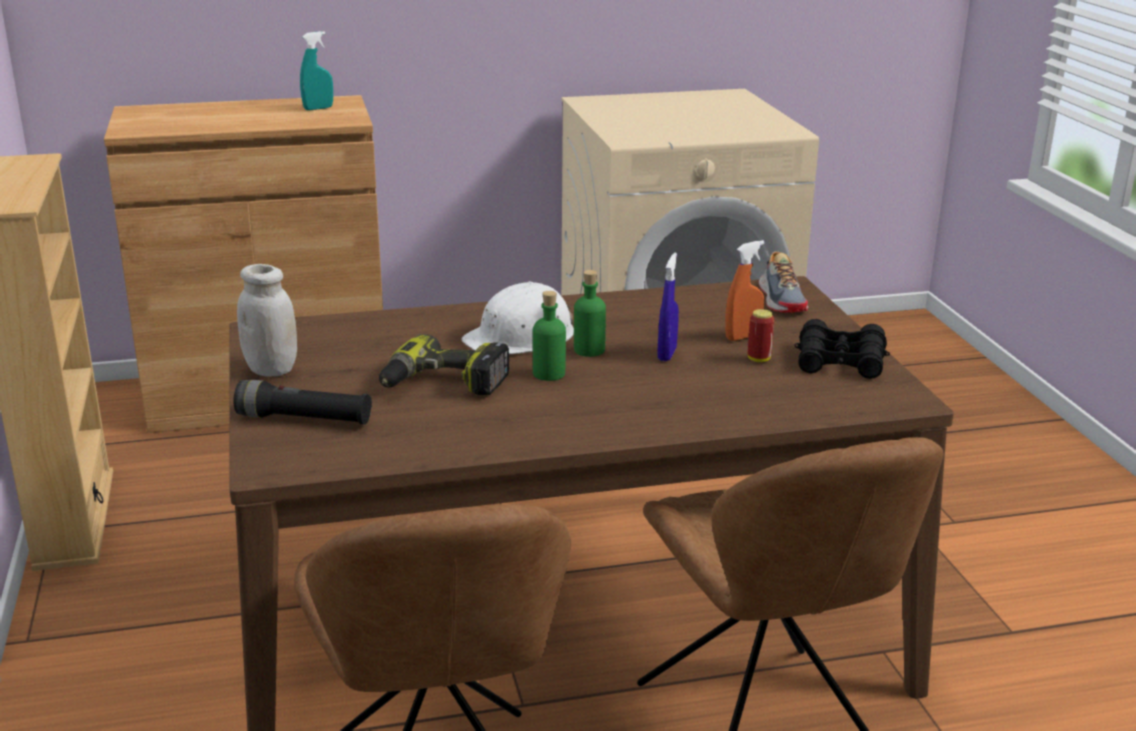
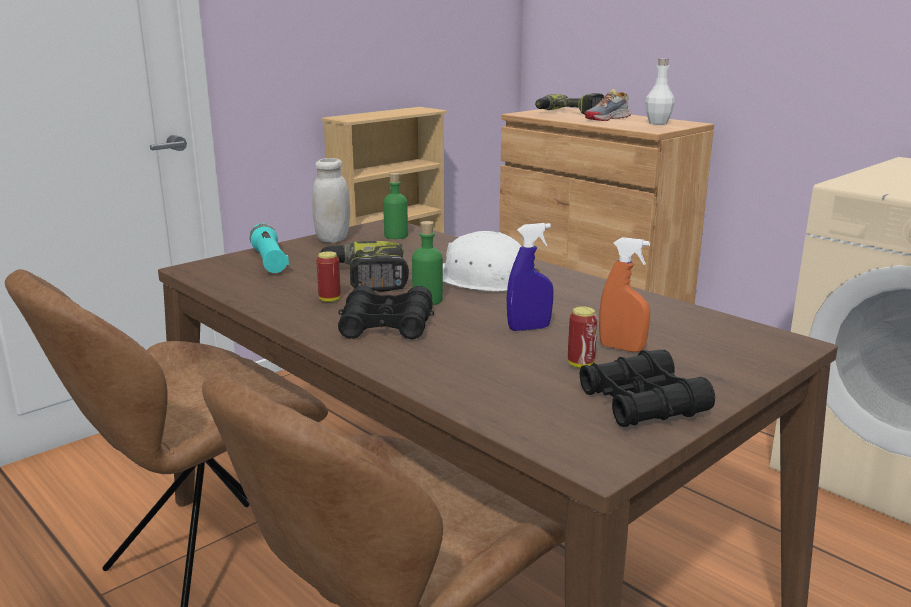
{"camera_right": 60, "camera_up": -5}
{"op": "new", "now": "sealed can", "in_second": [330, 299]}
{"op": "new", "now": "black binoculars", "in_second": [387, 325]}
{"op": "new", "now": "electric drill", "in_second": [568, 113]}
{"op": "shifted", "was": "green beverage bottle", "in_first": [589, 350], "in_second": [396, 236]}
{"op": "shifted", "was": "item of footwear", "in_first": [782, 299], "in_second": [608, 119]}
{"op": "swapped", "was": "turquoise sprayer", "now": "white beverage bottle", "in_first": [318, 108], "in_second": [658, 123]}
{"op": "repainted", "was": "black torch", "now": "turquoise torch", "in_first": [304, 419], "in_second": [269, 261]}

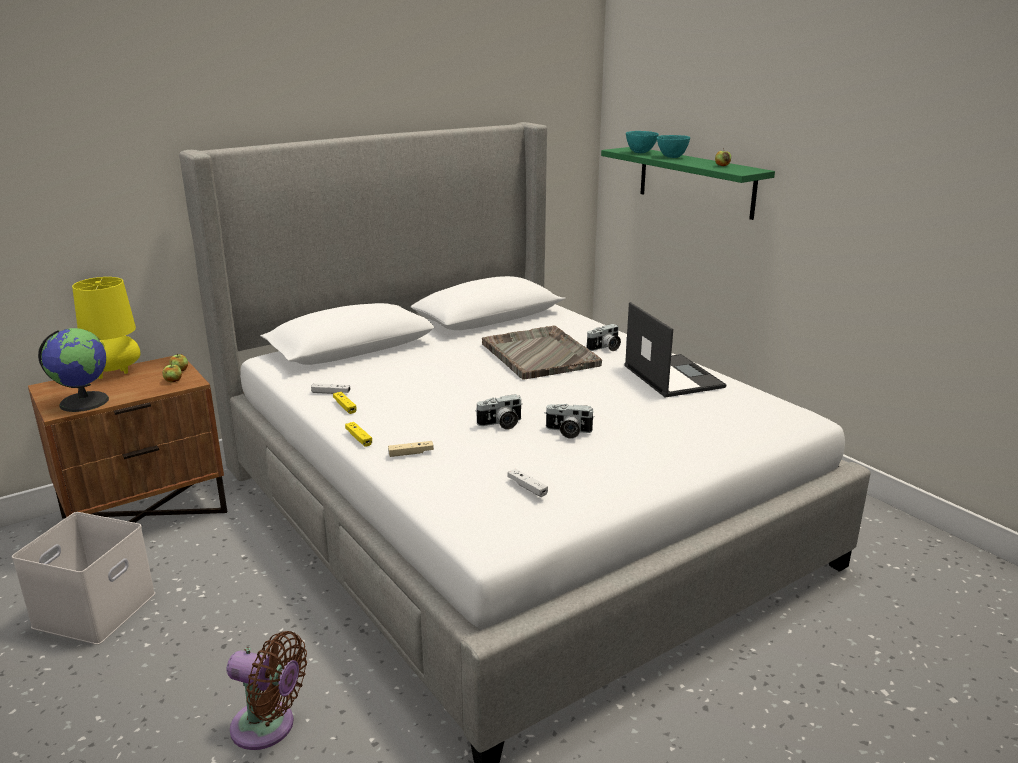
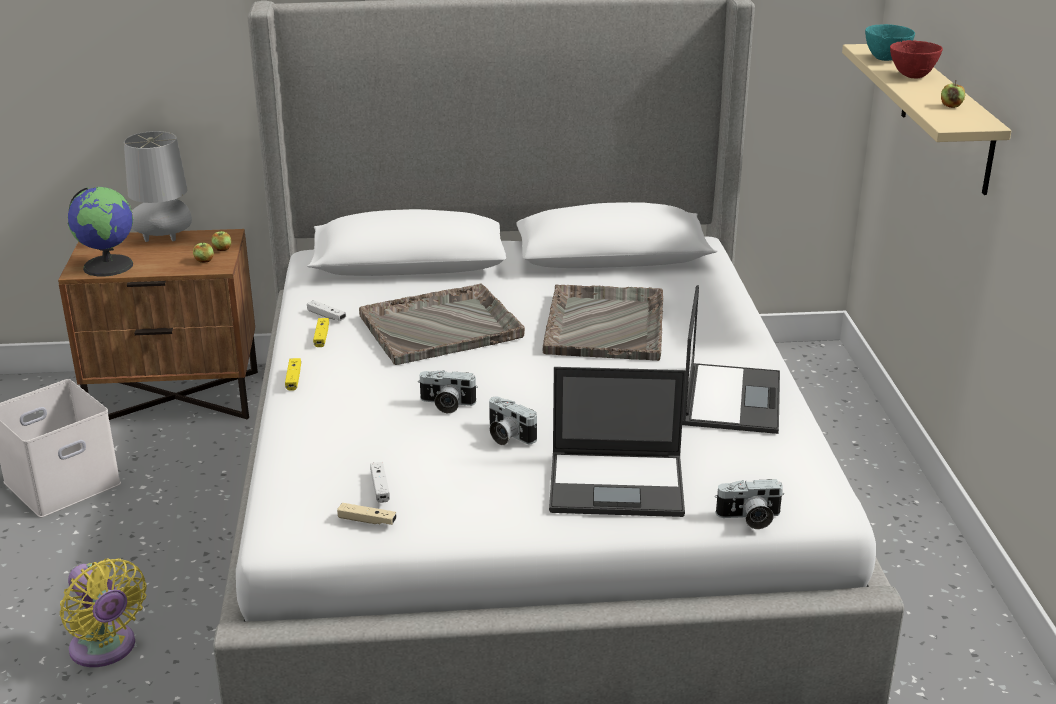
{"camera_right": 30, "camera_up": 5}
{"op": "new", "now": "greyish serving tray", "in_second": [442, 327]}
{"op": "new", "now": "notebook computer", "in_second": [618, 484]}
{"op": "shifted", "was": "beige gamepad", "in_first": [411, 453], "in_second": [367, 520]}
{"op": "shifted", "was": "still camera", "in_first": [605, 348], "in_second": [749, 518]}
{"op": "repainted", "was": "yellow-coloured lamp for a table", "now": "greyish lamp for a table", "in_first": [116, 373], "in_second": [164, 239]}
{"op": "repainted", "was": "brown electric fan", "now": "yellow-coloured electric fan", "in_first": [268, 727], "in_second": [106, 649]}
{"op": "repainted", "was": "green bracket shelf", "now": "beige bracket shelf", "in_first": [695, 182], "in_second": [947, 117]}
{"op": "repainted", "was": "turquoise deep dish", "now": "red deep dish", "in_first": [672, 157], "in_second": [912, 76]}

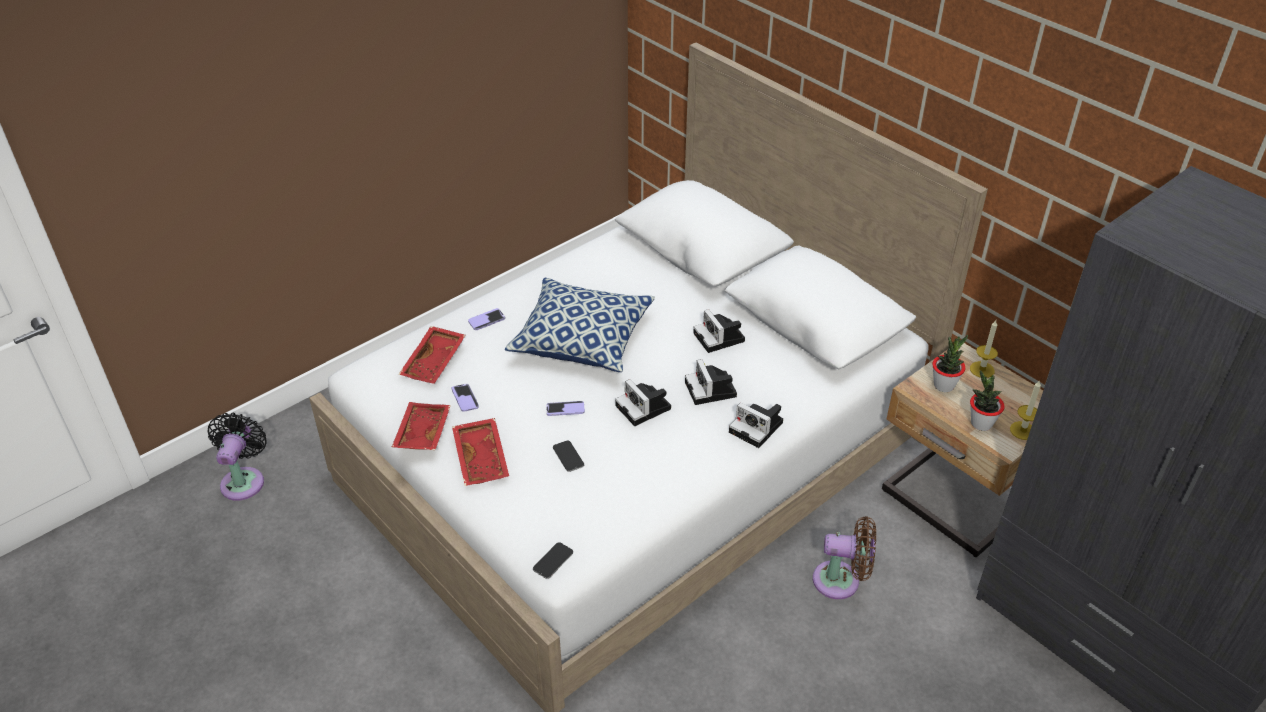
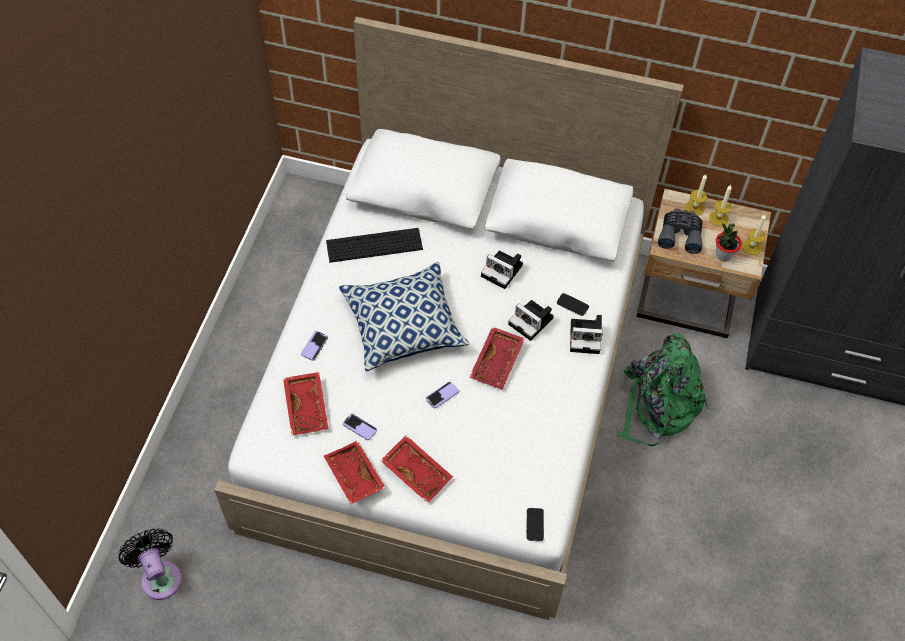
{"camera_right": -35, "camera_up": 15}
{"op": "new", "now": "PC keyboard", "in_second": [374, 245]}
{"op": "new", "now": "wax light", "in_second": [718, 218]}
{"op": "shifted", "was": "telephone", "in_first": [568, 457], "in_second": [572, 305]}
{"op": "swapped", "was": "still camera", "now": "red serving tray", "in_first": [645, 408], "in_second": [498, 363]}
{"op": "swapped", "was": "brown electric fan", "now": "green knapsack", "in_first": [841, 581], "in_second": [658, 404]}
{"op": "swapped", "was": "houseplant", "now": "greyish binoculars", "in_first": [944, 385], "in_second": [680, 234]}

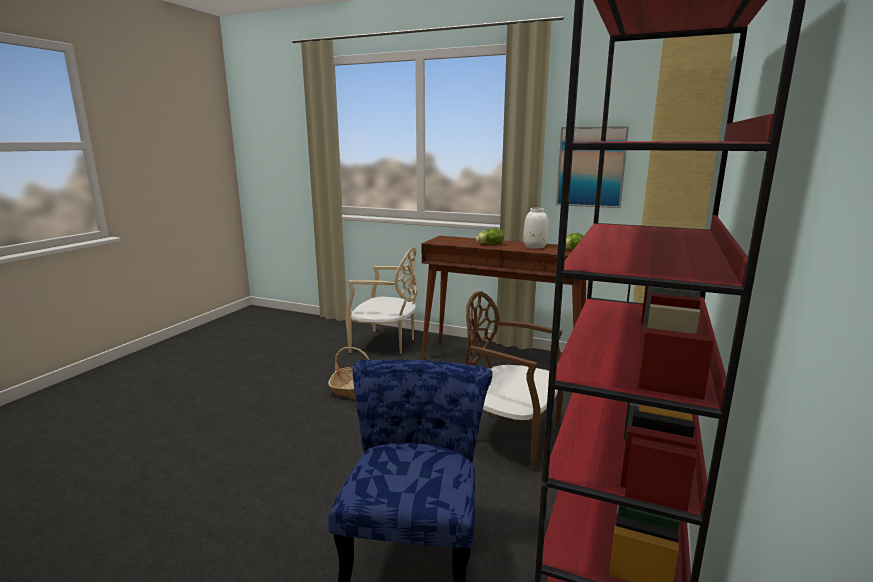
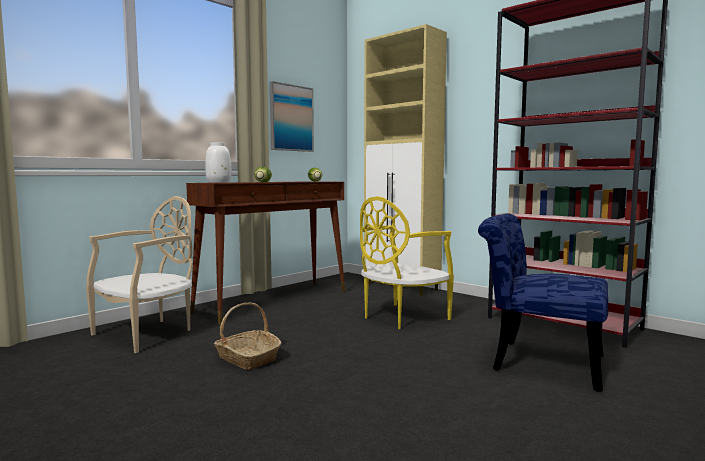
{"camera_right": -70, "camera_up": -10}
{"op": "shifted", "was": "white flower vase", "in_first": [535, 246], "in_second": [218, 182]}
{"op": "repainted", "was": "brown chair", "now": "yellow-coloured chair", "in_first": [511, 436], "in_second": [401, 317]}

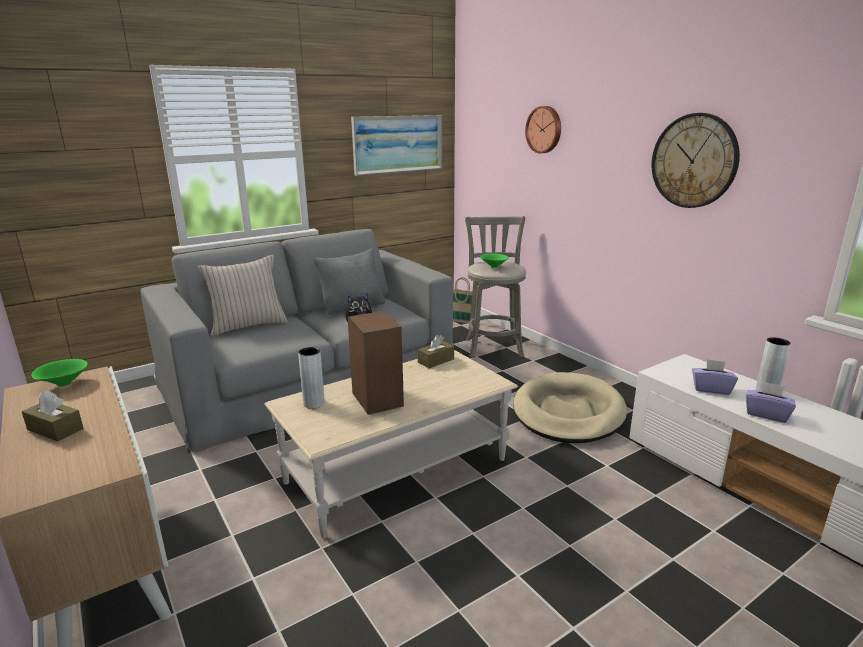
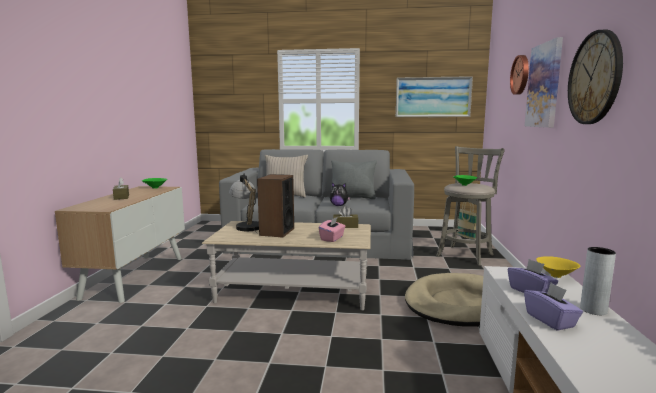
{"camera_right": 40, "camera_up": -10}
{"op": "new", "now": "pink tissue box", "in_second": [332, 238]}
{"op": "new", "now": "wall picture", "in_second": [544, 85]}
{"op": "new", "now": "yellow-coloured deep dish", "in_second": [555, 276]}
{"op": "swapped", "was": "greyish flower vase", "now": "lamp for a table", "in_first": [314, 403], "in_second": [247, 226]}

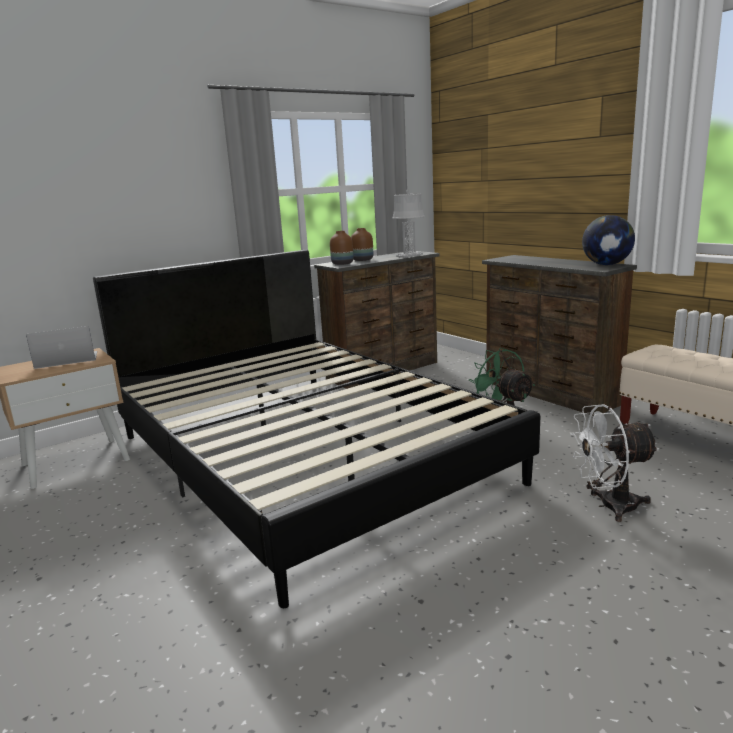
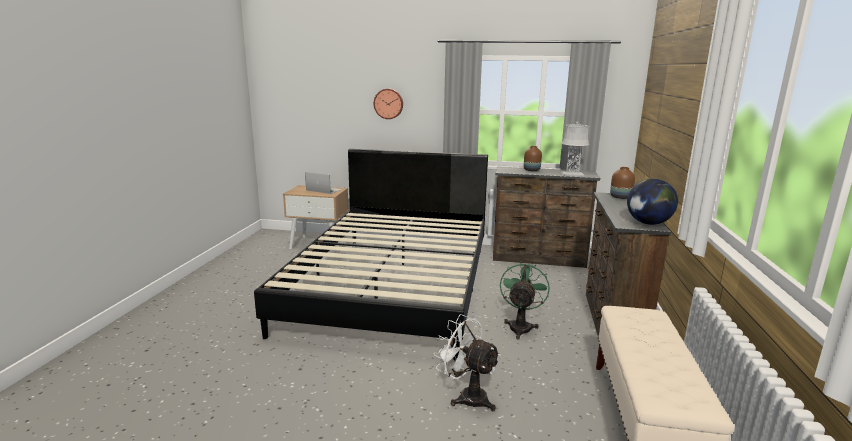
{"camera_right": 45, "camera_up": 0}
{"op": "new", "now": "clock on the wall", "in_second": [388, 103]}
{"op": "shifted", "was": "brown flower vase", "in_first": [343, 264], "in_second": [621, 197]}

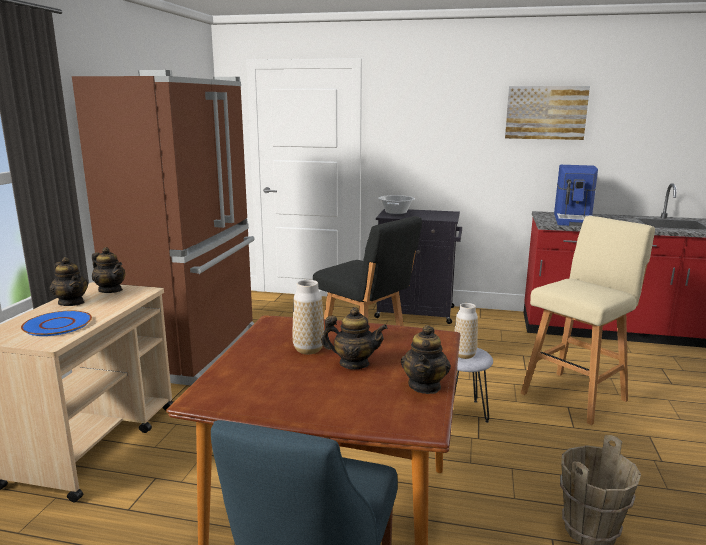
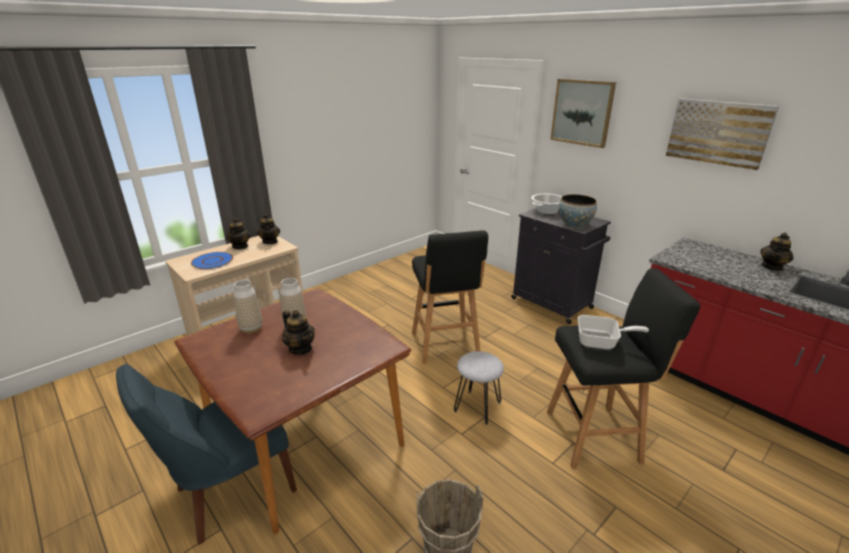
{"camera_right": 35, "camera_up": 10}
{"op": "gone", "was": "brown fridge", "in_first": [193, 351]}
{"op": "gone", "was": "coffee brewer", "in_first": [574, 220]}
{"op": "new", "now": "wall picture", "in_second": [582, 112]}
{"op": "new", "now": "deep dish", "in_second": [574, 225]}
{"op": "new", "now": "pan", "in_second": [602, 342]}
{"op": "shifted", "was": "tea pot", "in_first": [425, 386], "in_second": [772, 267]}
{"op": "shifted", "was": "flower vase", "in_first": [464, 355], "in_second": [251, 329]}
{"op": "repainted", "was": "beige stool seat", "now": "black stool seat", "in_first": [575, 396], "in_second": [595, 436]}

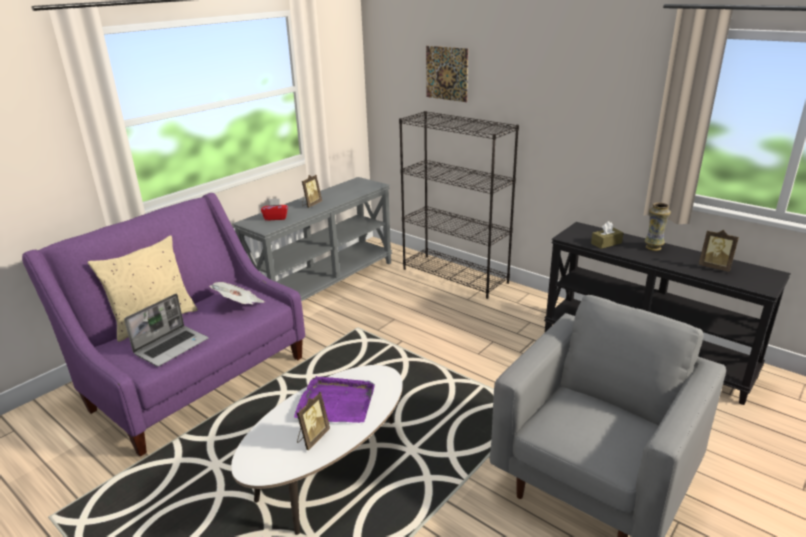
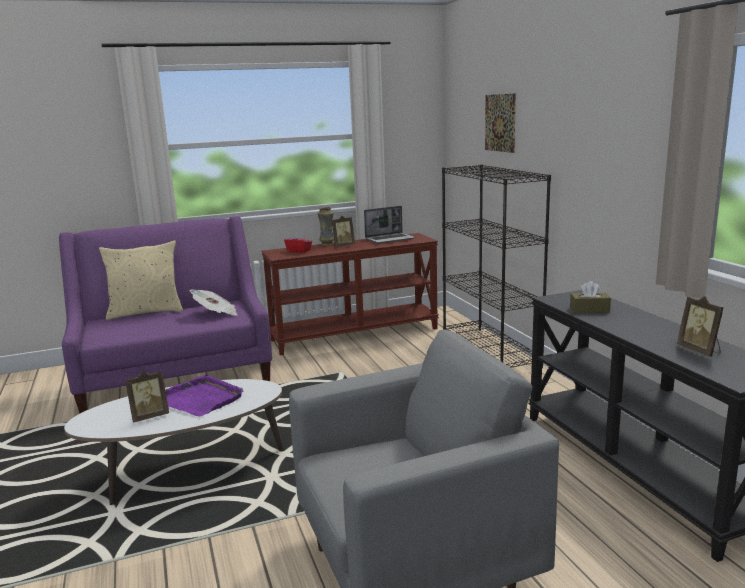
{"camera_right": 30, "camera_up": -10}
{"op": "shifted", "was": "notebook computer", "in_first": [172, 346], "in_second": [390, 239]}
{"op": "shifted", "was": "flower vase", "in_first": [653, 247], "in_second": [327, 244]}
{"op": "repainted", "was": "greyish hall table", "now": "brown hall table", "in_first": [324, 284], "in_second": [355, 334]}

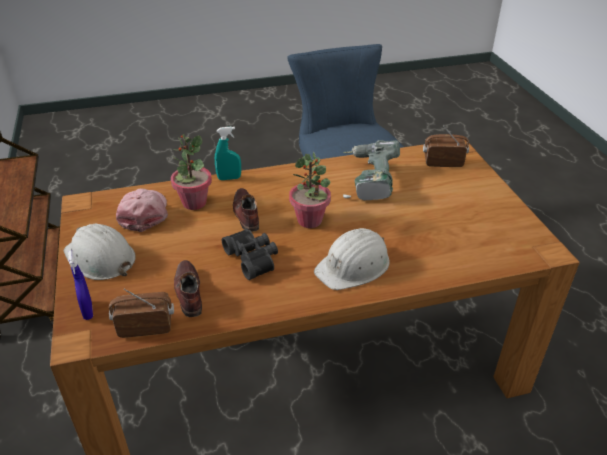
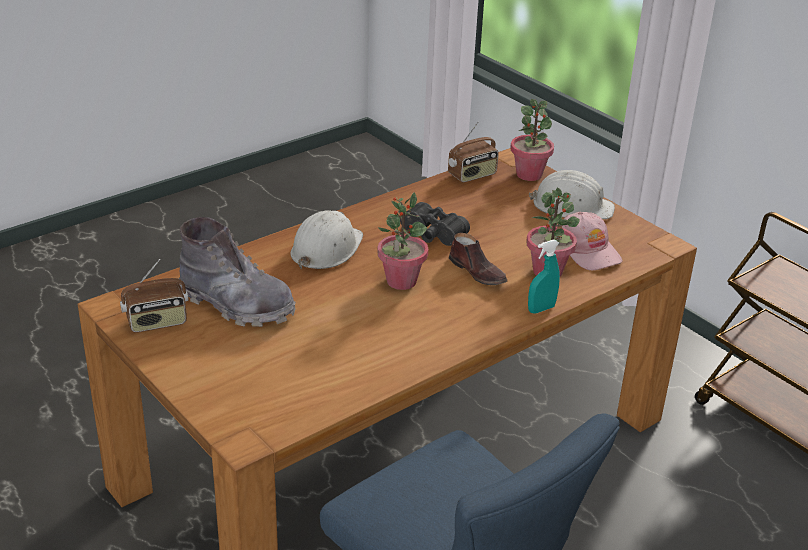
{"camera_right": 155, "camera_up": -5}
{"op": "gone", "was": "brown item of footwear", "in_first": [188, 292]}
{"op": "gone", "was": "electric drill", "in_first": [368, 181]}
{"op": "new", "now": "greyish boot", "in_second": [236, 304]}
{"op": "shifted", "was": "radio receiver", "in_first": [443, 162], "in_second": [157, 323]}
{"op": "swapped", "was": "blue-coloured sprayer", "now": "houseplant", "in_first": [88, 311], "in_second": [529, 174]}

